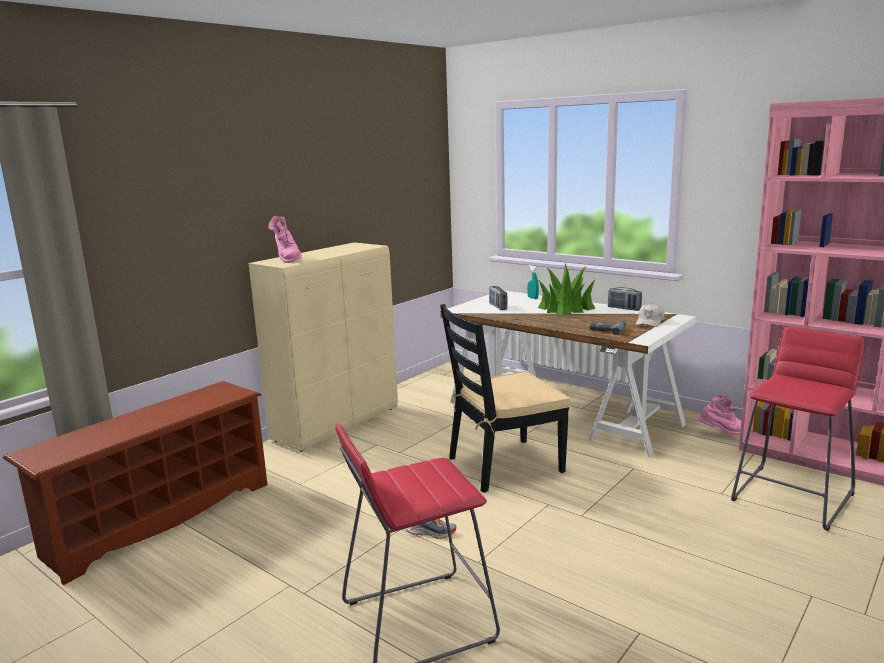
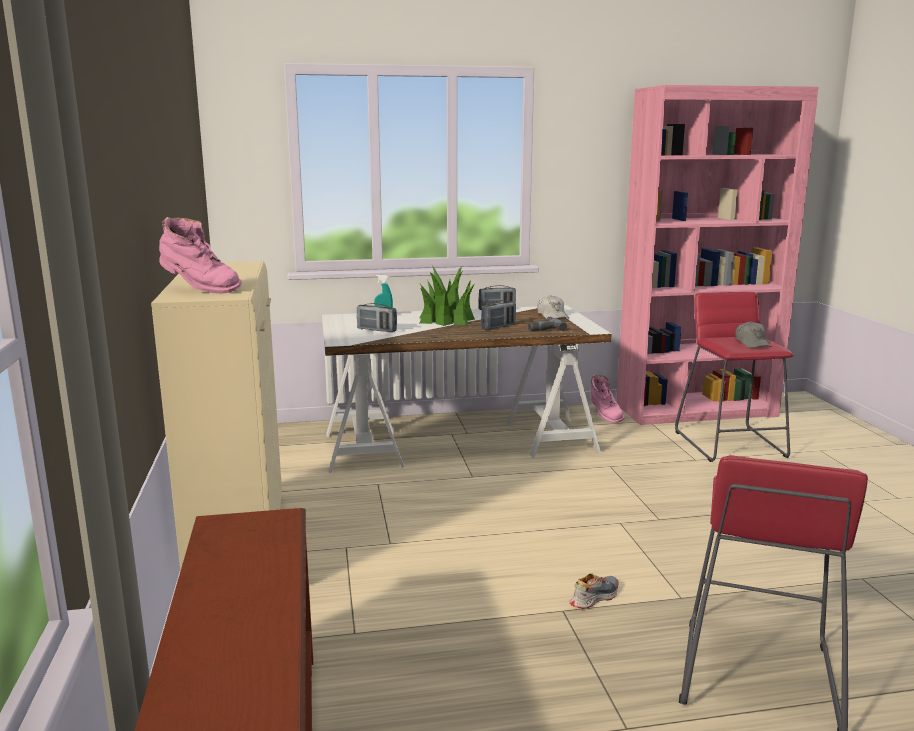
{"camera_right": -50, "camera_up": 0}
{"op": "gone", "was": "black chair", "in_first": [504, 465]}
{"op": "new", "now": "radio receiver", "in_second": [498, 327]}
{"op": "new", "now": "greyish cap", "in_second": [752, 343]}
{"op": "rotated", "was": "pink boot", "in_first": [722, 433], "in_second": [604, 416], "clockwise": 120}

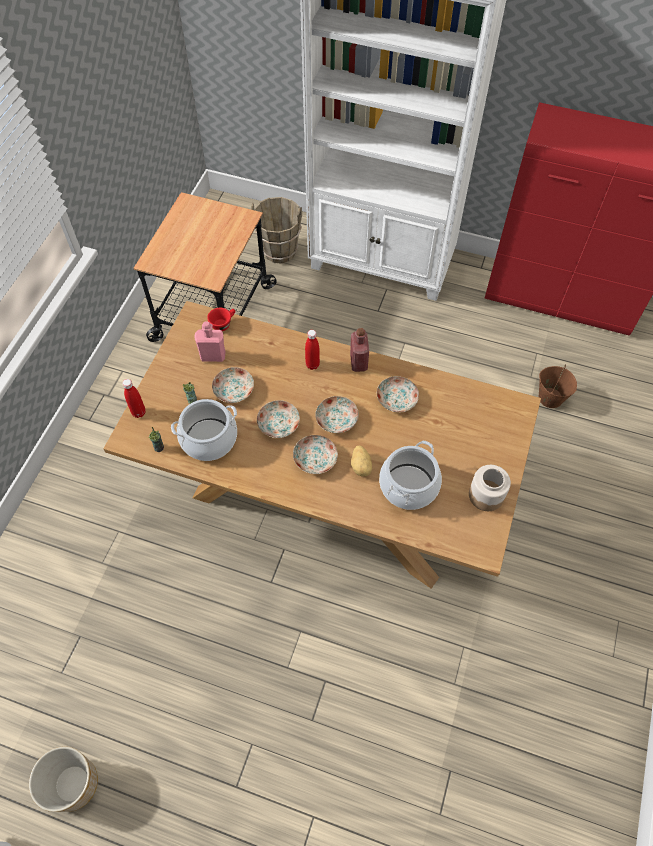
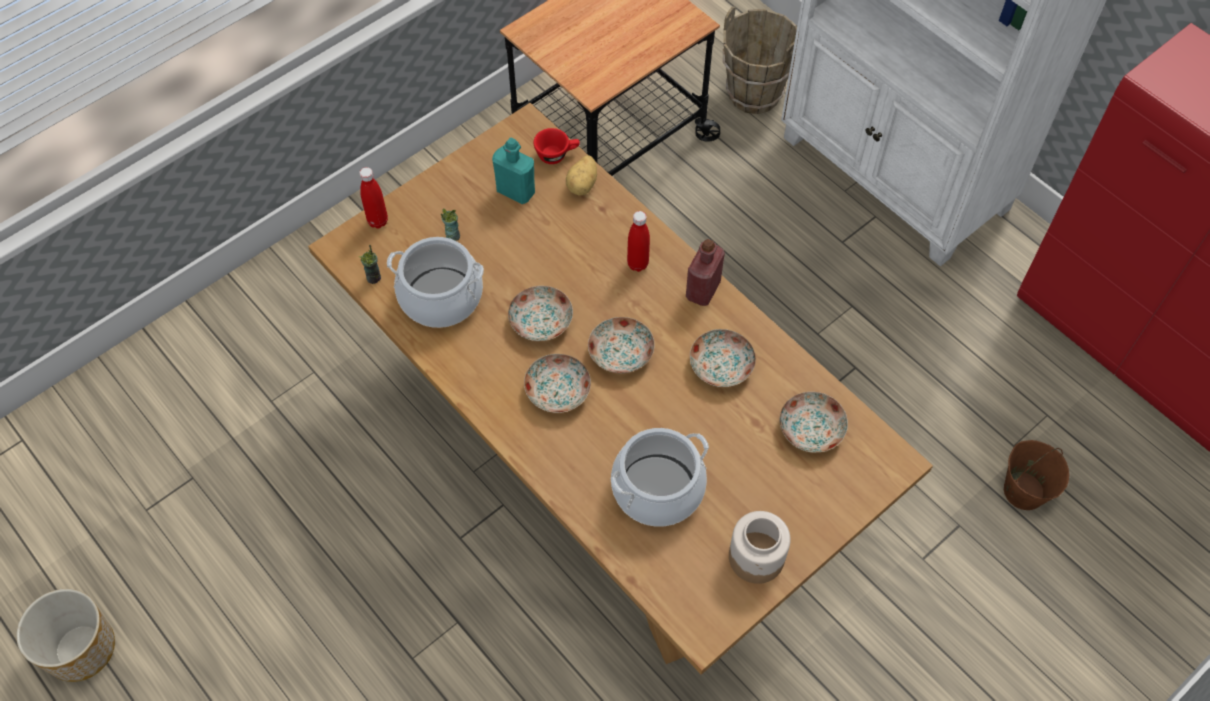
{"camera_right": 30, "camera_up": 0}
{"op": "shifted", "was": "dinner plate", "in_first": [233, 390], "in_second": [810, 428]}
{"op": "shifted", "was": "spud", "in_first": [361, 466], "in_second": [583, 185]}
{"op": "repainted", "was": "pink beverage bottle", "now": "turquoise beverage bottle", "in_first": [213, 356], "in_second": [516, 191]}

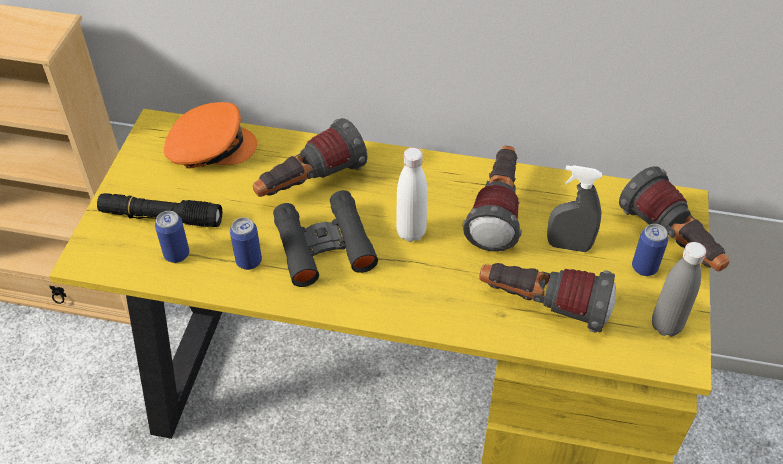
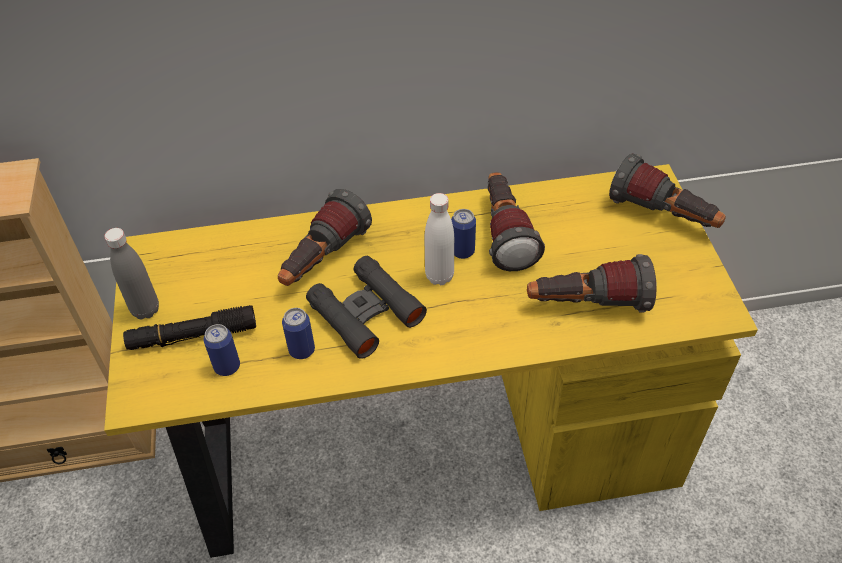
{"camera_right": -20, "camera_up": 0}
{"op": "gone", "was": "orange cap", "in_first": [209, 147]}
{"op": "gone", "was": "greyish sprayer", "in_first": [569, 246]}
{"op": "shifted", "was": "sealed can", "in_first": [644, 267], "in_second": [462, 251]}
{"op": "shifted", "was": "greyish beverage bottle", "in_first": [666, 325], "in_second": [145, 310]}

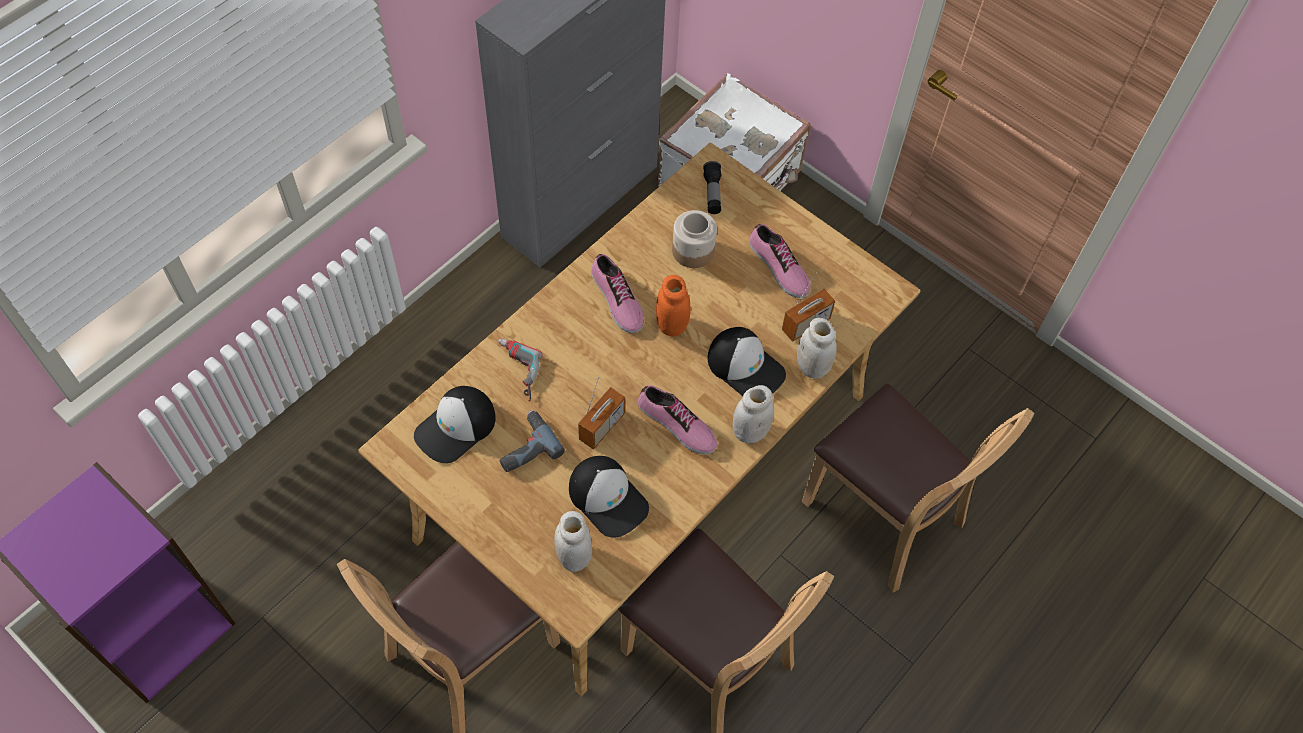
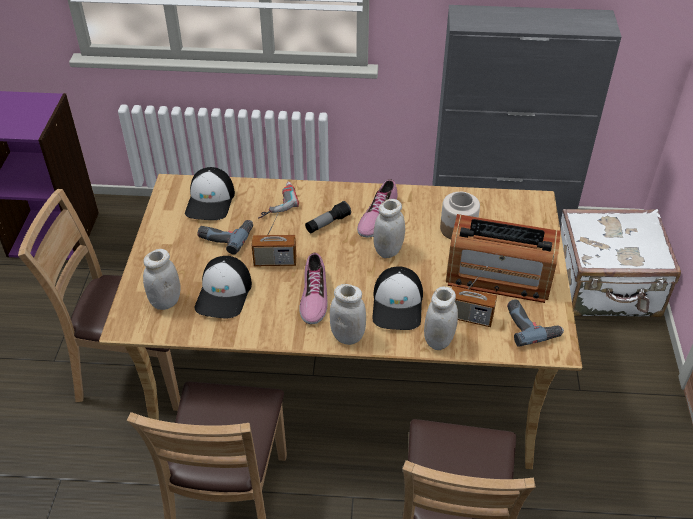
{"camera_right": 55, "camera_up": -15}
{"op": "new", "now": "electric drill", "in_second": [531, 325]}
{"op": "shifted", "was": "torch", "in_first": [712, 193], "in_second": [327, 223]}
{"op": "swapped", "was": "item of footwear", "now": "radio receiver", "in_first": [778, 268], "in_second": [498, 277]}
{"op": "repainted", "was": "orange storage jar", "now": "white storage jar", "in_first": [671, 325], "in_second": [388, 251]}
{"op": "rotated", "was": "cap", "in_first": [456, 428], "in_second": [210, 201], "clockwise": -90}

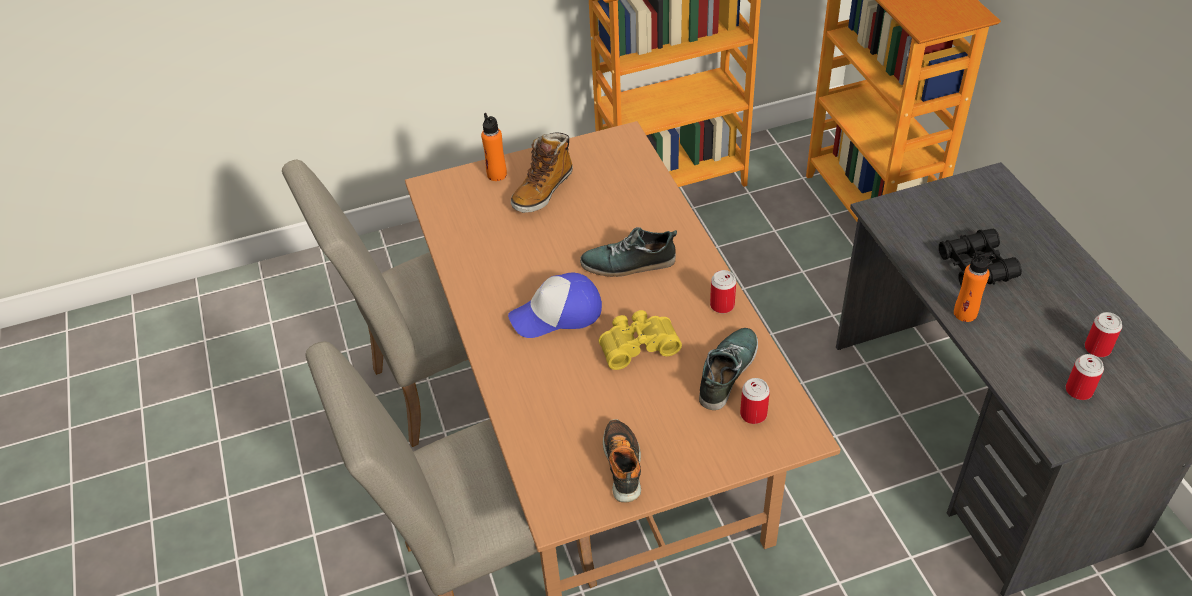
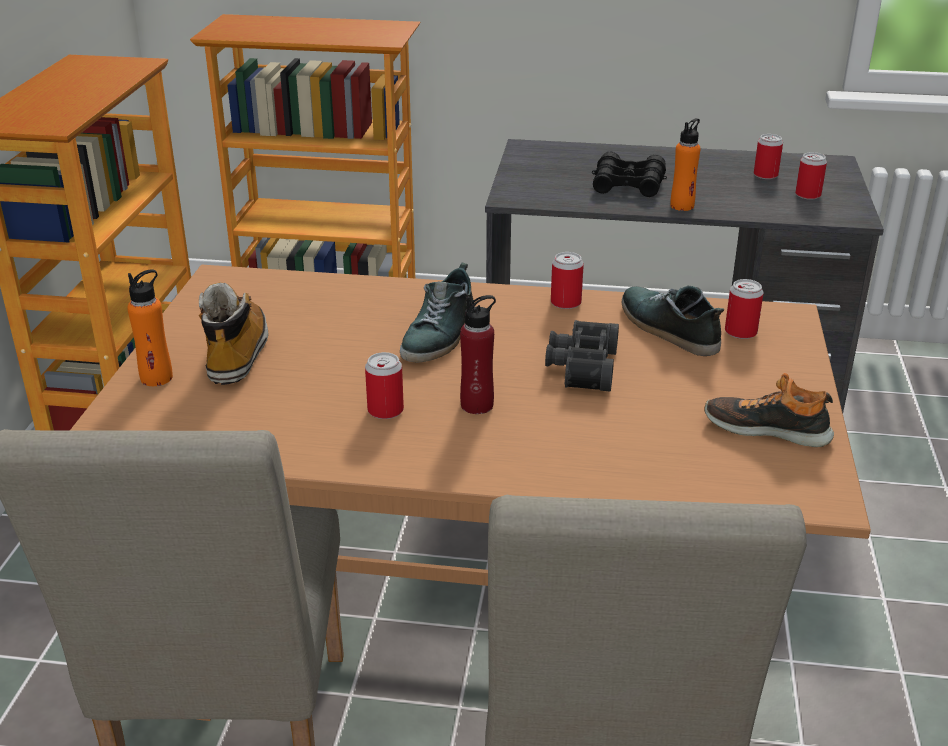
{"camera_right": -65, "camera_up": -15}
{"op": "new", "now": "sealed can", "in_second": [385, 410]}
{"op": "swapped", "was": "cap", "now": "red beverage bottle", "in_first": [557, 314], "in_second": [477, 405]}
{"op": "repainted", "was": "yellow-coloured binoculars", "now": "black binoculars", "in_first": [637, 344], "in_second": [580, 367]}
{"op": "rotated", "was": "boot", "in_first": [543, 190], "in_second": [237, 354], "clockwise": -150}

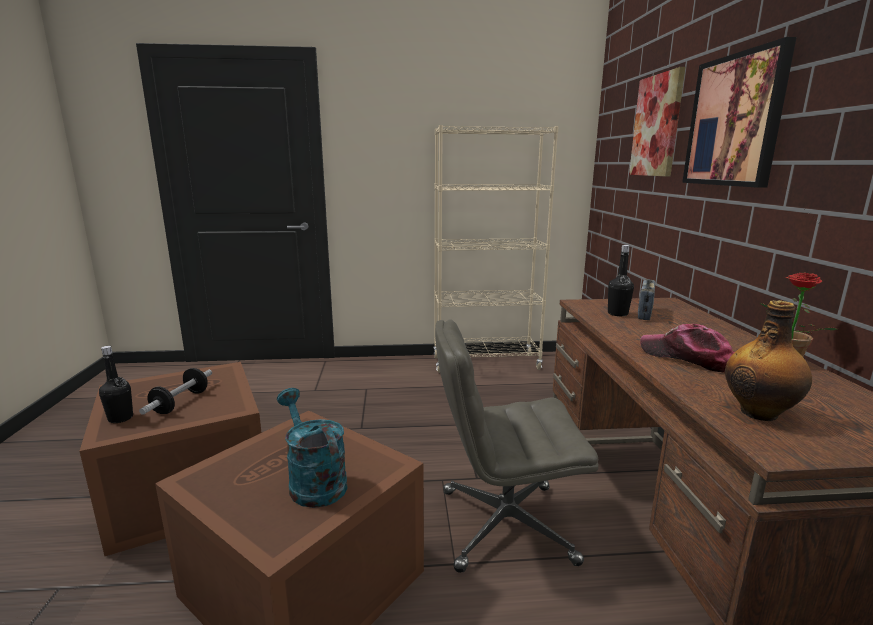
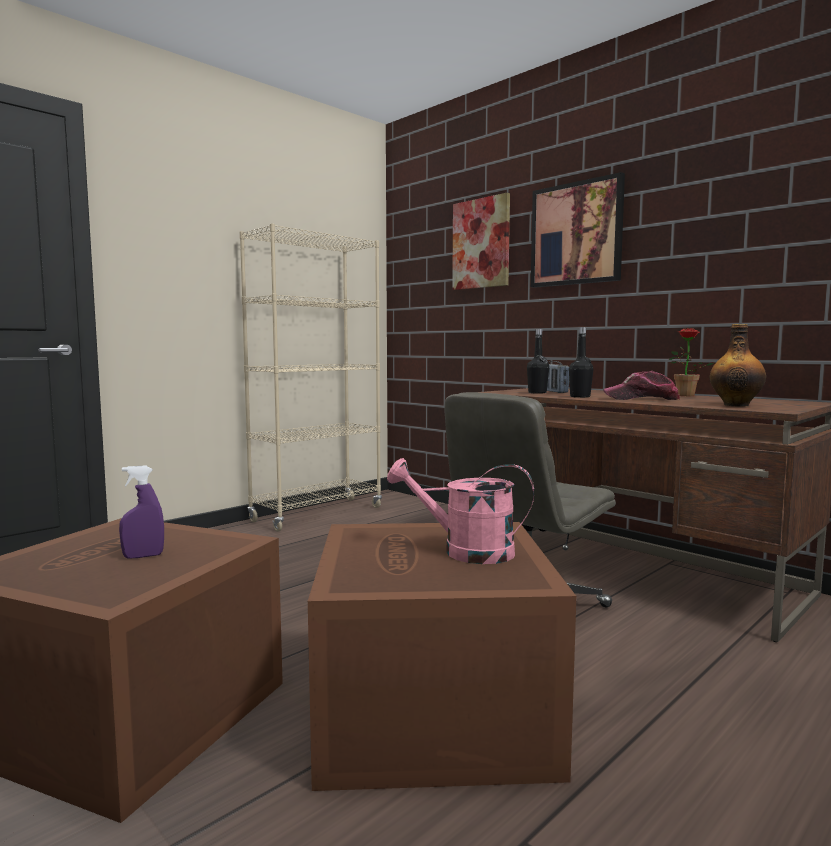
{"camera_right": -40, "camera_up": -10}
{"op": "shifted", "was": "black beverage bottle", "in_first": [120, 418], "in_second": [580, 397]}
{"op": "swapped", "was": "free weight", "now": "purple-coloured sprayer", "in_first": [180, 402], "in_second": [143, 556]}
{"op": "repainted", "was": "turquoise sprinkling can", "now": "pink sprinkling can", "in_first": [313, 481], "in_second": [465, 552]}

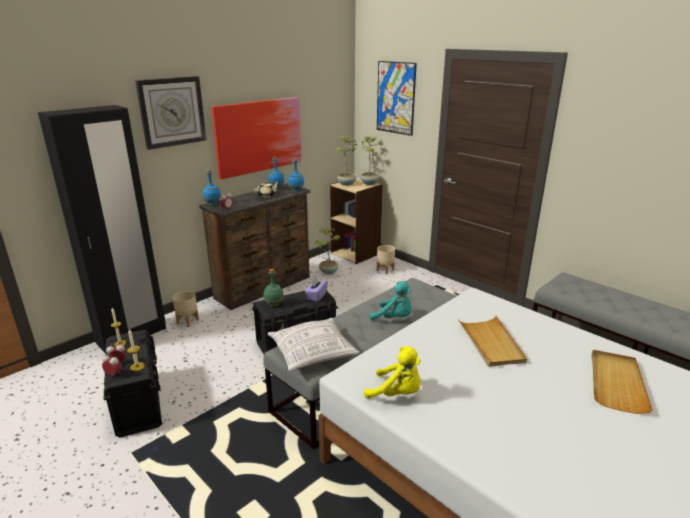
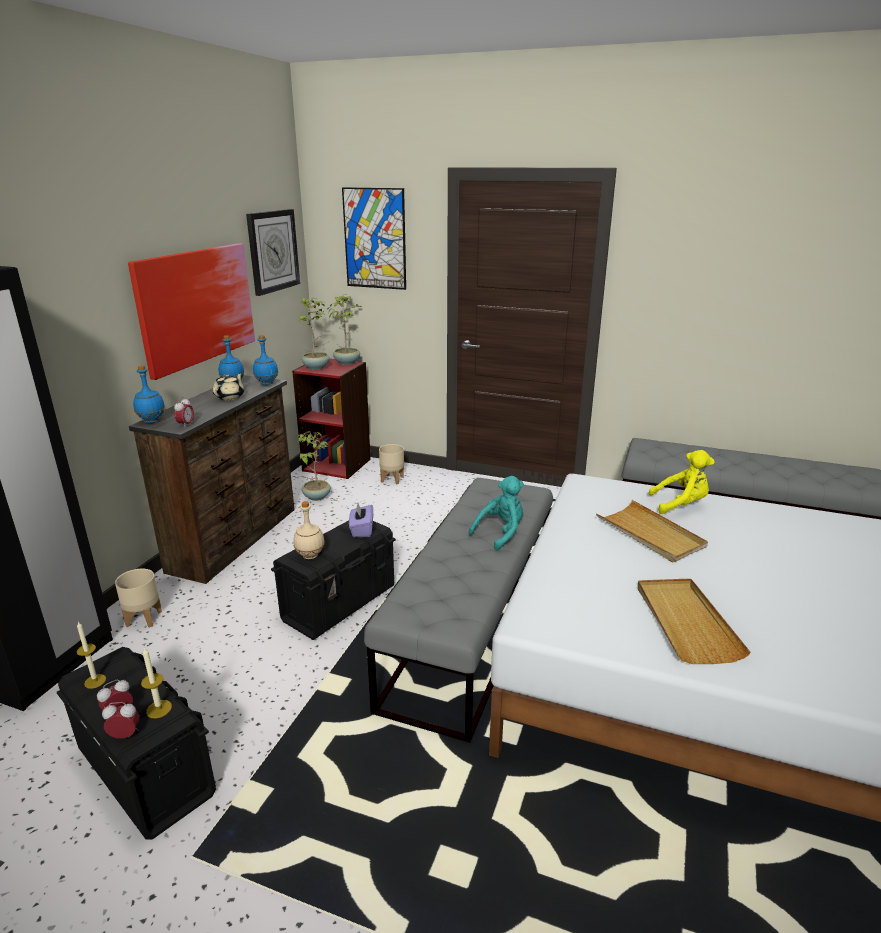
{"camera_right": -25, "camera_up": 0}
{"op": "gone", "was": "pillow", "in_first": [312, 353]}
{"op": "shifted", "was": "clock on the wall", "in_first": [172, 112], "in_second": [273, 251]}
{"op": "shifted", "was": "yellow-coloured cuddly toy", "in_first": [397, 393], "in_second": [681, 504]}
{"op": "shifted", "was": "beige serving tray", "in_first": [616, 383], "in_second": [685, 622]}
{"op": "repainted", "was": "green beverage bottle", "now": "beige beverage bottle", "in_first": [274, 304], "in_second": [310, 556]}
{"op": "repainted", "was": "beige bookshelf", "now": "red bookshelf", "in_first": [356, 253], "in_second": [337, 464]}
{"op": "rotated", "was": "turquoise cuddly toy", "in_first": [394, 318], "in_second": [501, 533], "clockwise": -45}

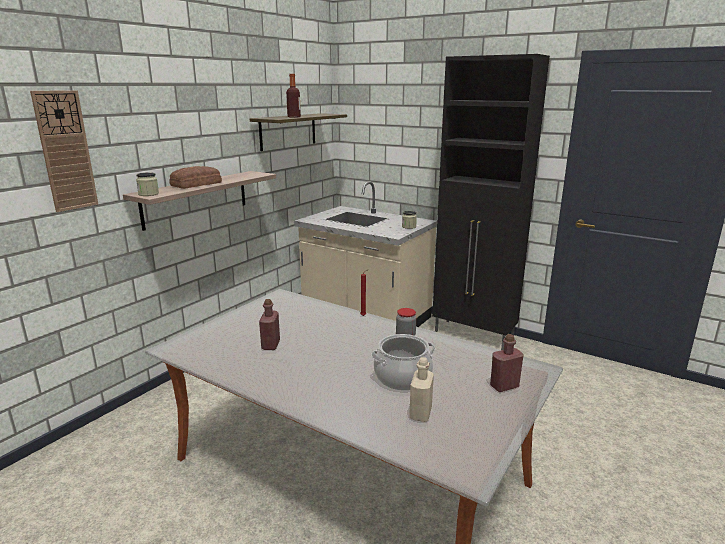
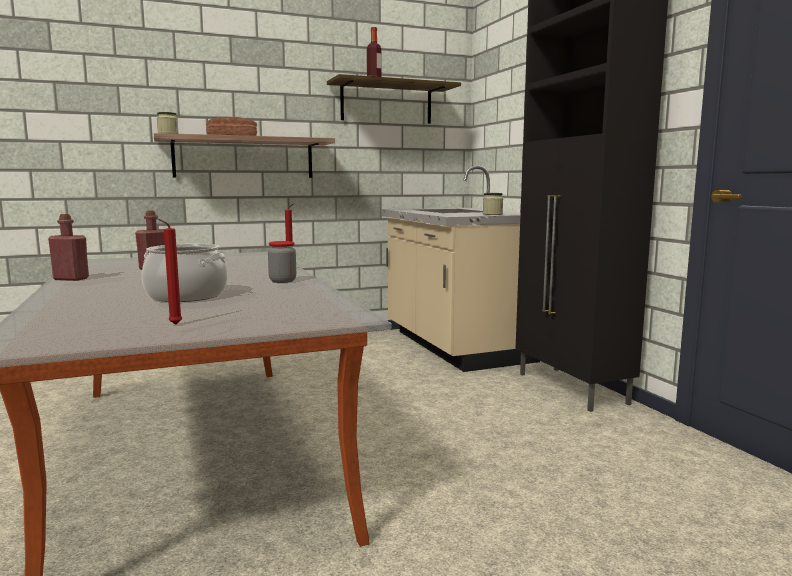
{"camera_right": 35, "camera_up": -10}
{"op": "gone", "was": "clock on the wall", "in_first": [65, 151]}
{"op": "gone", "was": "beige beverage bottle", "in_first": [420, 413]}
{"op": "new", "now": "red wax light", "in_second": [173, 325]}
{"op": "shifted", "was": "red beverage bottle", "in_first": [504, 386], "in_second": [71, 279]}

